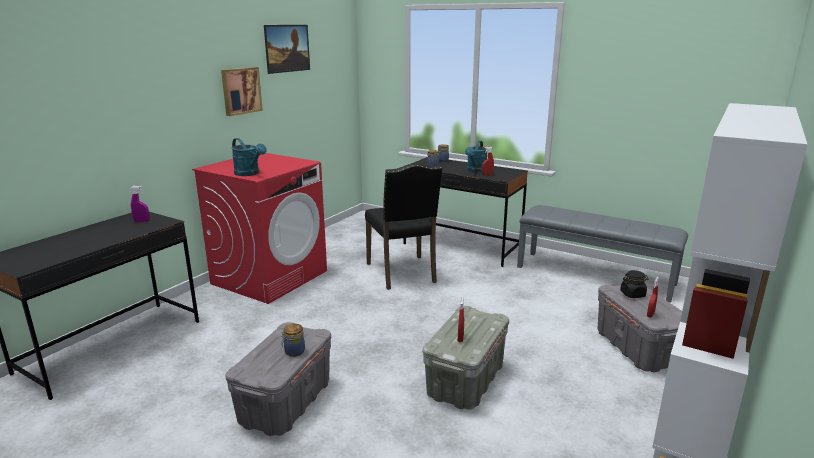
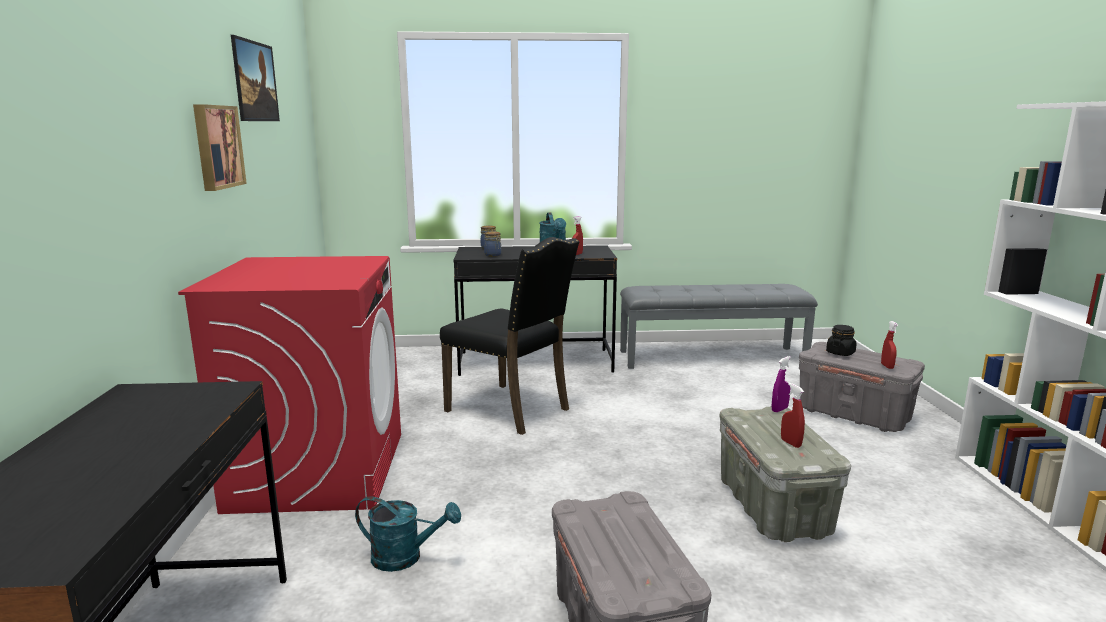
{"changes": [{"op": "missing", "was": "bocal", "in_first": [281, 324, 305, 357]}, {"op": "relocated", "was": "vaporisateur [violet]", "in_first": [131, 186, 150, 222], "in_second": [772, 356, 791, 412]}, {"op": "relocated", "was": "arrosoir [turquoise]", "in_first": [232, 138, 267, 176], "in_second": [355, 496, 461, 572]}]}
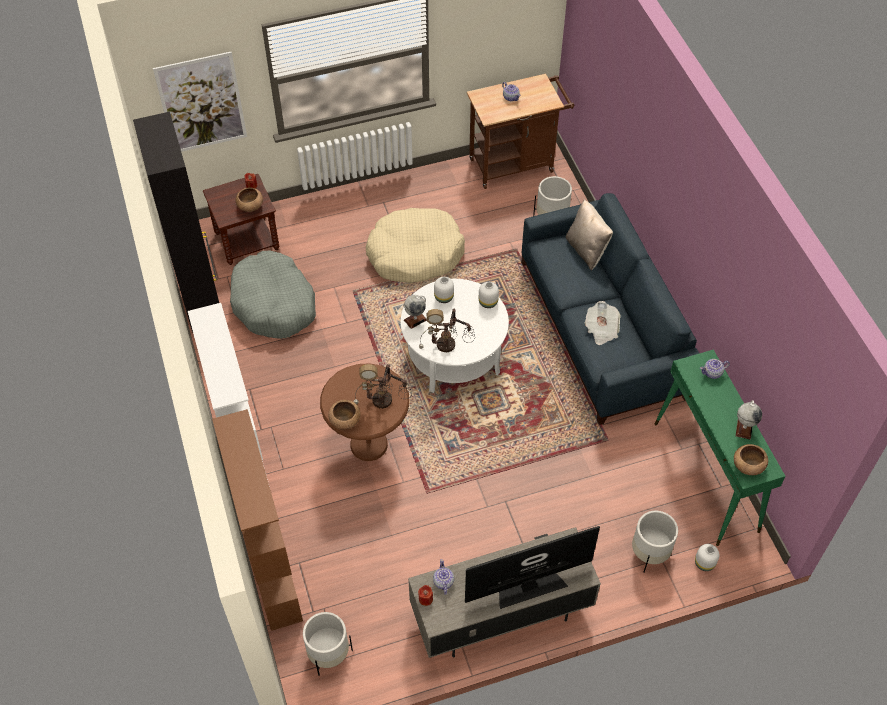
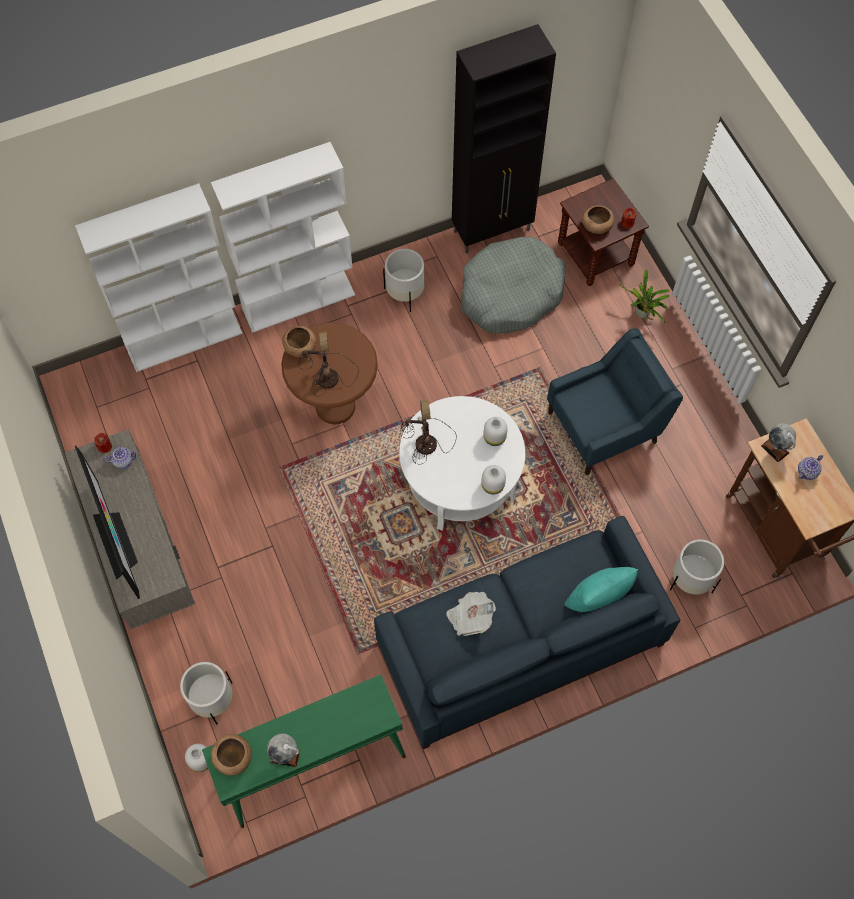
{"changes": [{"op": "missing", "was": "tableau", "in_first": [153, 52, 247, 152]}, {"op": "missing", "was": "théière", "in_first": [700, 359, 730, 379]}, {"op": "appeared", "now": "plante en pot", "in_second": [619, 269, 670, 323]}, {"op": "relocated", "was": "cache-pot [blanc]", "in_first": [303, 612, 353, 676], "in_second": [383, 249, 424, 312]}, {"op": "relocated", "was": "globe", "in_first": [404, 295, 427, 329], "in_second": [761, 423, 796, 462]}, {"op": "exchanged", "was": "panier pour chien [beige]", "now": "fauteuil [bleu]", "in_first": [366, 208, 465, 283], "in_second": [547, 328, 683, 475]}, {"op": "colour", "was": "bibliothèque [marron]", "now": "bibliothèque [blanc]", "in_first": [212, 409, 303, 631], "in_second": [75, 183, 242, 372]}, {"op": "colour", "was": "coussin [beige]", "now": "coussin [turquoise]", "in_first": [566, 199, 613, 271], "in_second": [564, 567, 638, 612]}]}
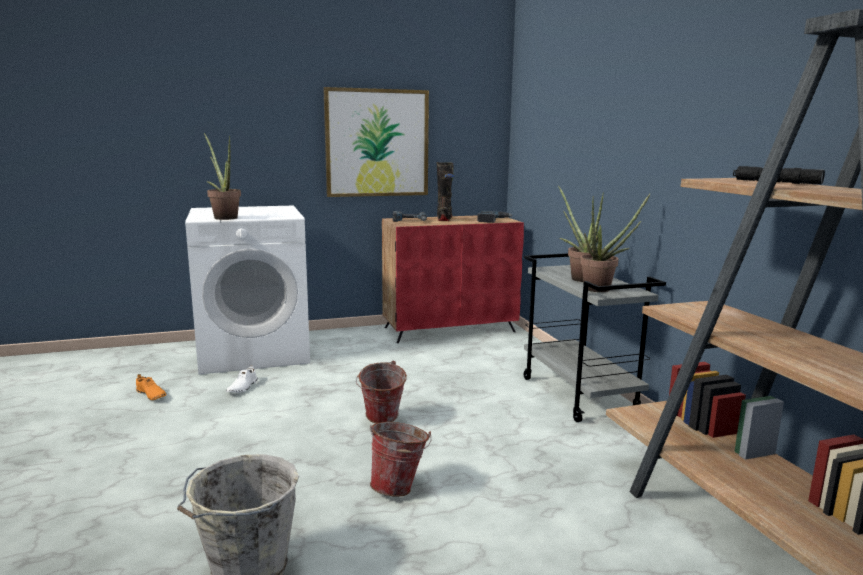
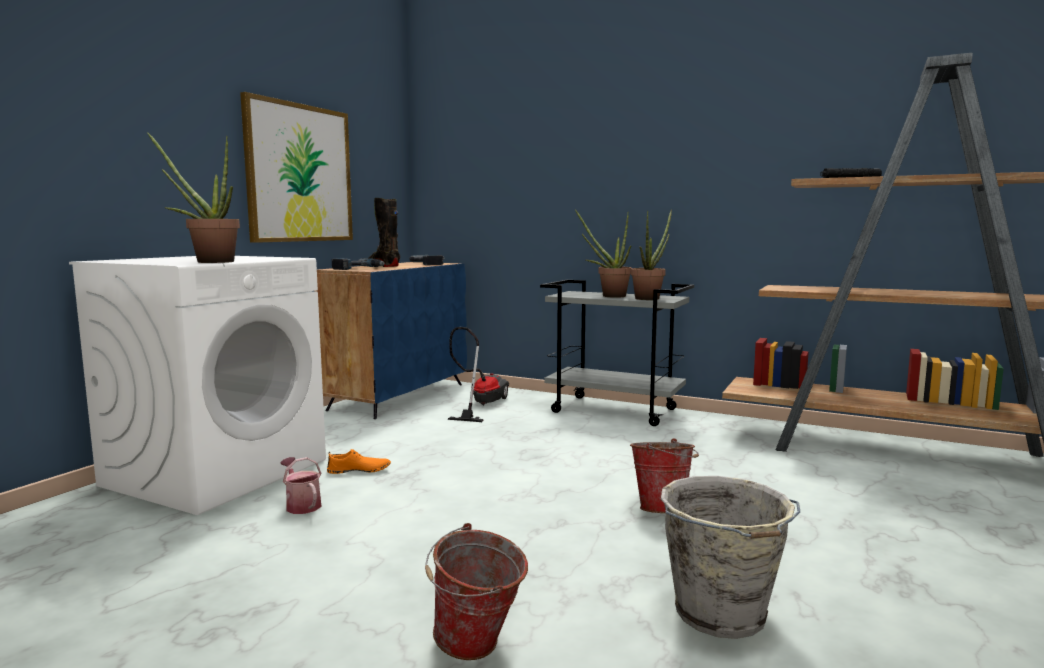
{"changes": [{"op": "appeared", "now": "aspirateur", "in_second": [448, 327, 509, 422]}, {"op": "relocated", "was": "chaussure [orange]", "in_first": [136, 374, 167, 400], "in_second": [327, 449, 391, 474]}, {"op": "relocated", "was": "seau", "in_first": [356, 361, 407, 423], "in_second": [425, 523, 528, 660]}, {"op": "exchanged", "was": "chaussure [blanc]", "now": "arrosoir", "in_first": [226, 365, 258, 393], "in_second": [280, 457, 322, 514]}, {"op": "colour", "was": "meuble de rangement [rouge]", "now": "meuble de rangement [bleu]", "in_first": [382, 216, 524, 343], "in_second": [315, 262, 467, 419]}]}
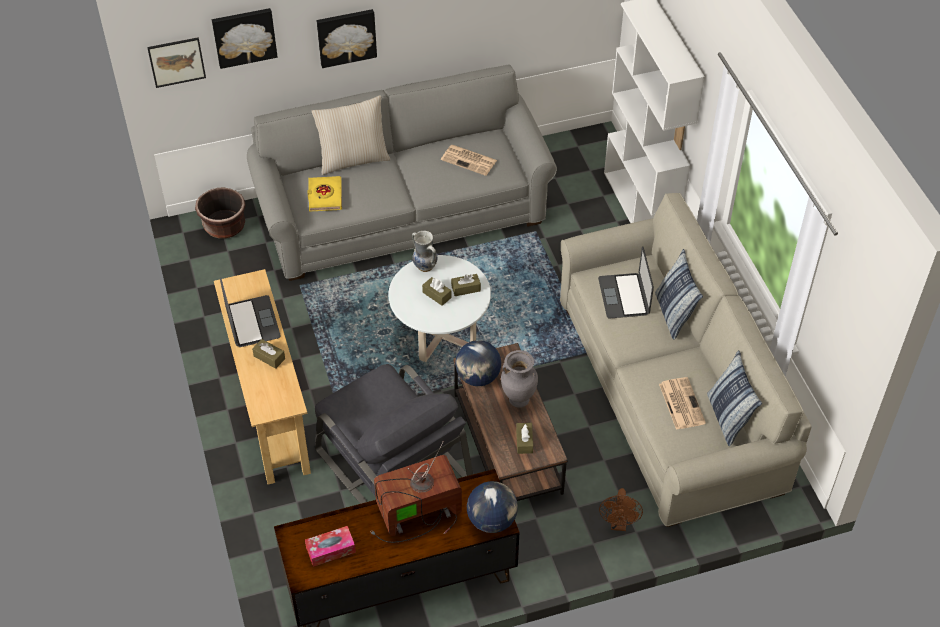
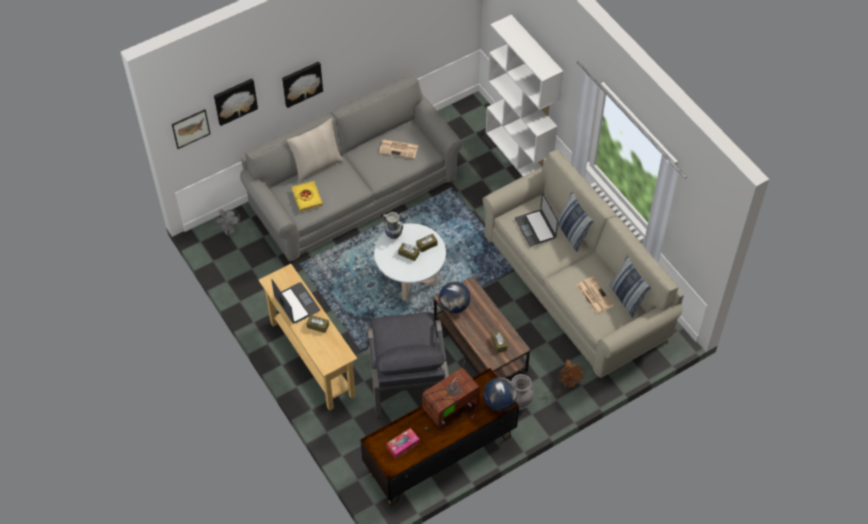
{"changes": [{"op": "relocated", "was": "vase [gris]", "in_first": [501, 350, 538, 408], "in_second": [511, 374, 534, 410]}, {"op": "exchanged", "was": "cache-pot [marron]", "now": "ventilateur [gris]", "in_first": [195, 187, 246, 239], "in_second": [216, 209, 240, 236]}, {"op": "spun", "was": "fauteuil [gris]", "in_first": [315, 364, 473, 504], "in_second": [367, 312, 449, 419], "clockwise": 45}]}
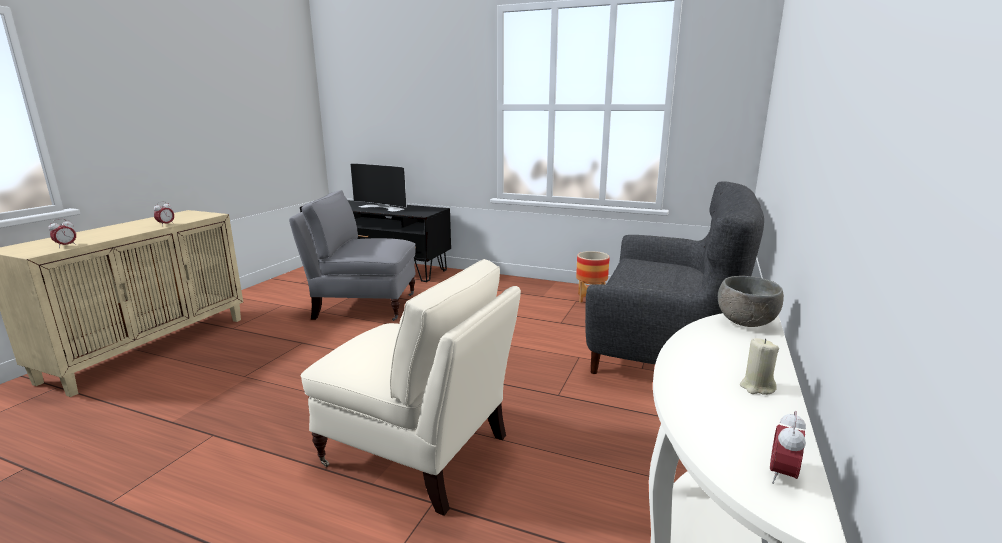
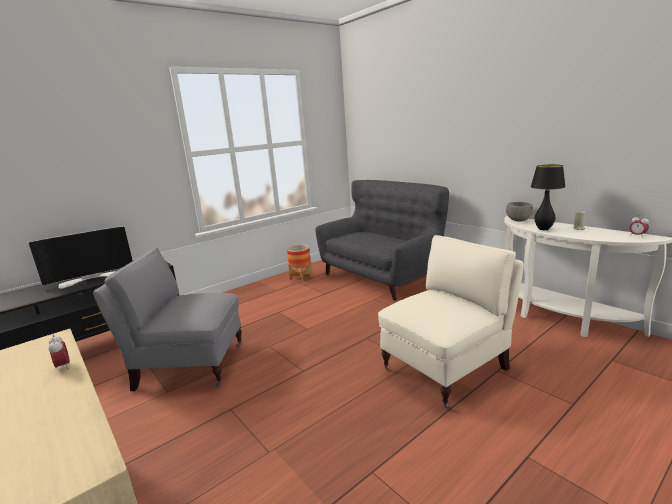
{"changes": [{"op": "missing", "was": "réveil", "in_first": [49, 219, 76, 248]}, {"op": "appeared", "now": "lampe de table [noir]", "in_second": [531, 165, 565, 230]}, {"op": "spun", "was": "fauteuil [gris]", "in_first": [289, 190, 416, 321], "in_second": [93, 248, 242, 391], "clockwise": 60}]}
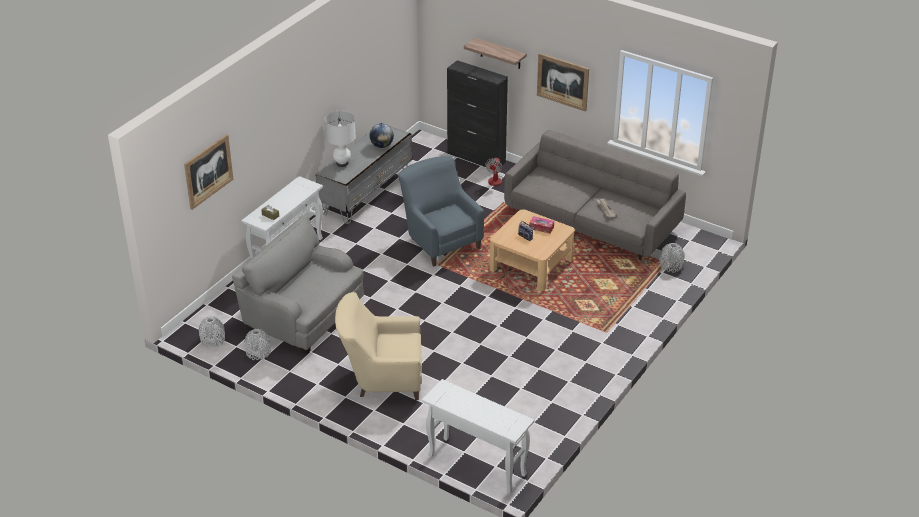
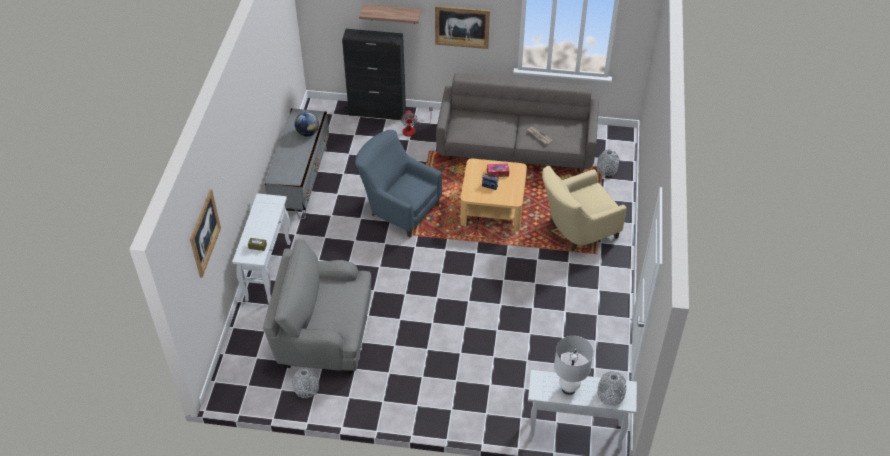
{"changes": [{"op": "relocated", "was": "vase [gris]", "in_first": [198, 317, 225, 348], "in_second": [597, 371, 626, 406]}, {"op": "relocated", "was": "lampe de table [blanc]", "in_first": [325, 111, 356, 167], "in_second": [554, 336, 594, 395]}, {"op": "relocated", "was": "fauteuil [beige]", "in_first": [335, 292, 422, 400], "in_second": [542, 166, 627, 251]}]}
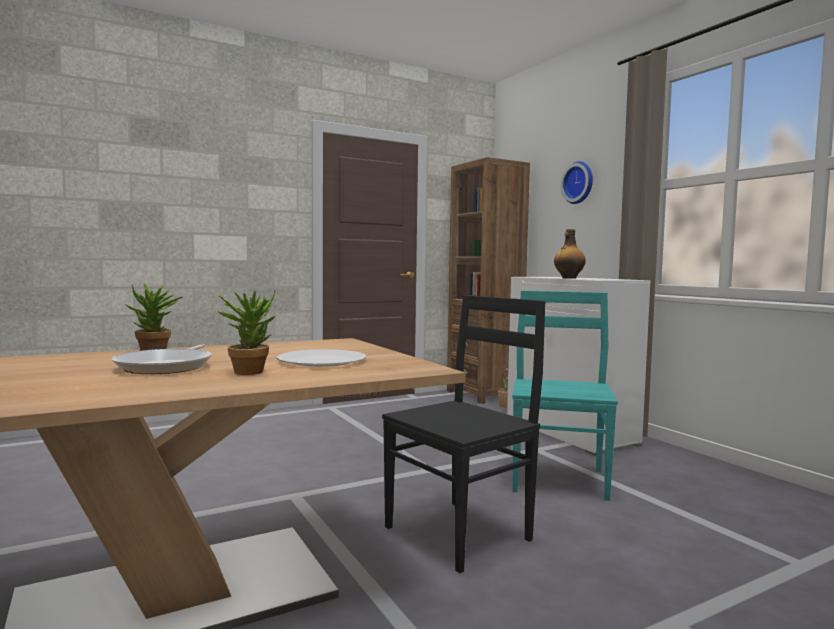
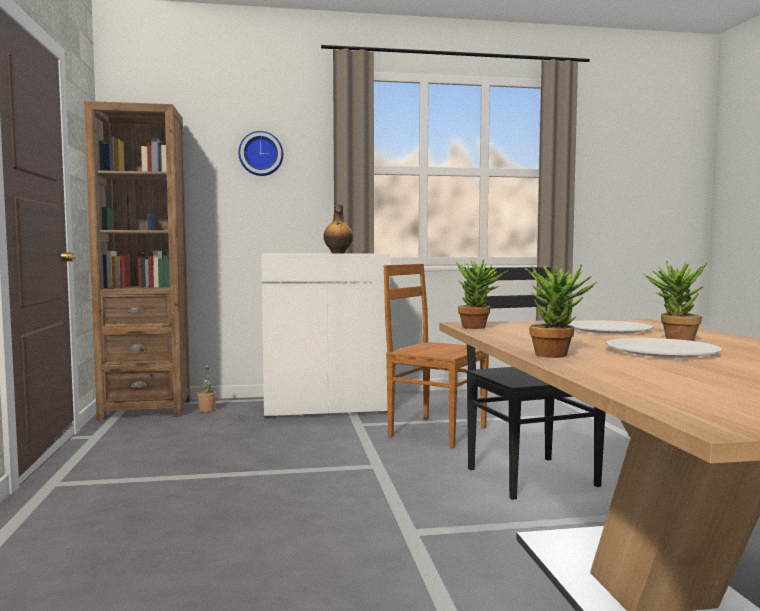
{"changes": [{"op": "appeared", "now": "plante en pot", "in_second": [456, 260, 508, 329]}, {"op": "exchanged", "was": "poêle", "now": "assiette [blanc]", "in_first": [112, 344, 212, 374], "in_second": [606, 338, 722, 358]}, {"op": "colour", "was": "chaise [turquoise]", "now": "chaise [marron]", "in_first": [512, 291, 618, 501], "in_second": [384, 264, 489, 448]}]}
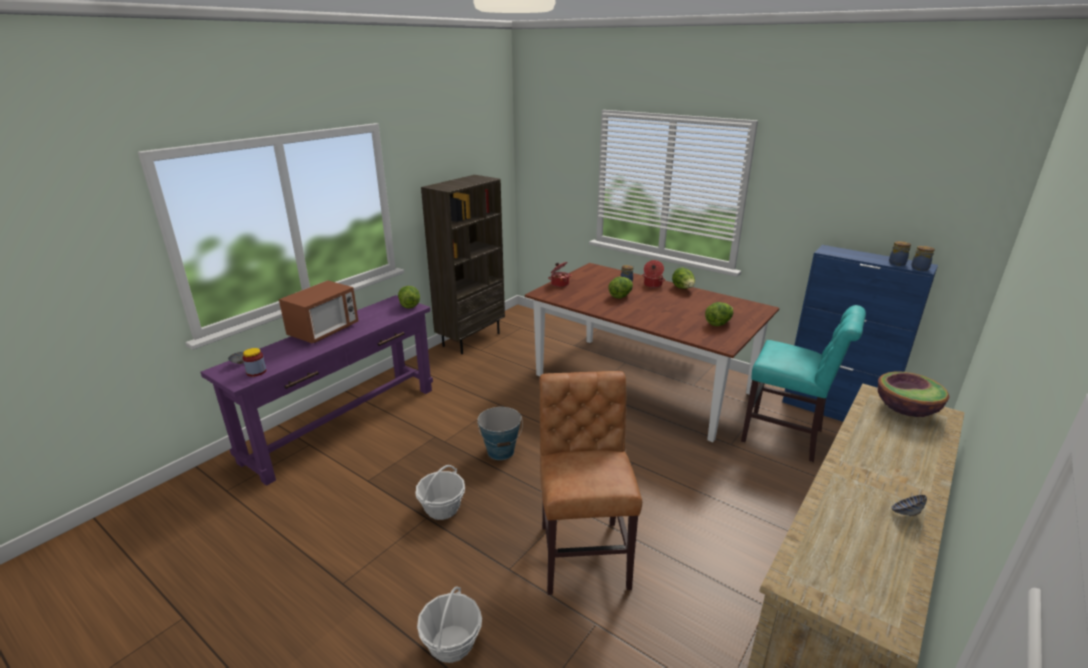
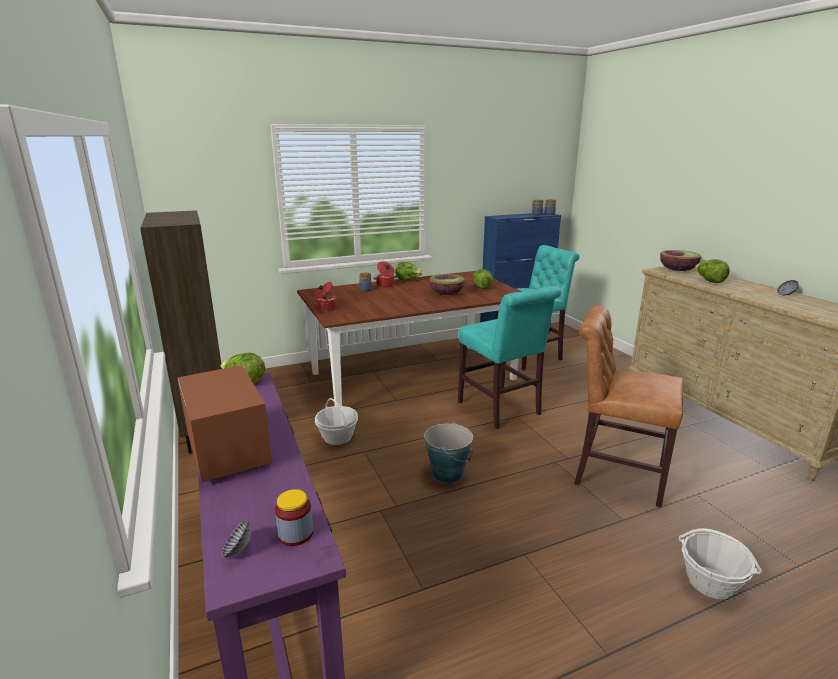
{"changes": [{"op": "appeared", "now": "bol", "in_second": [429, 274, 465, 295]}, {"op": "appeared", "now": "chaise [turquoise]", "in_second": [458, 286, 561, 429]}, {"op": "relocated", "was": "panier", "in_first": [415, 465, 465, 520], "in_second": [315, 398, 358, 445]}, {"op": "relocated", "was": "laitue", "in_first": [608, 277, 633, 298], "in_second": [695, 259, 730, 283]}]}
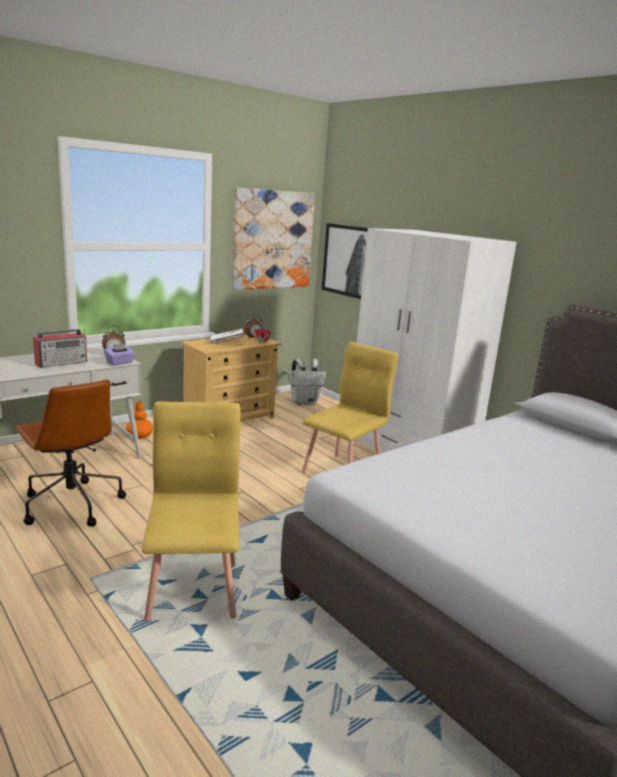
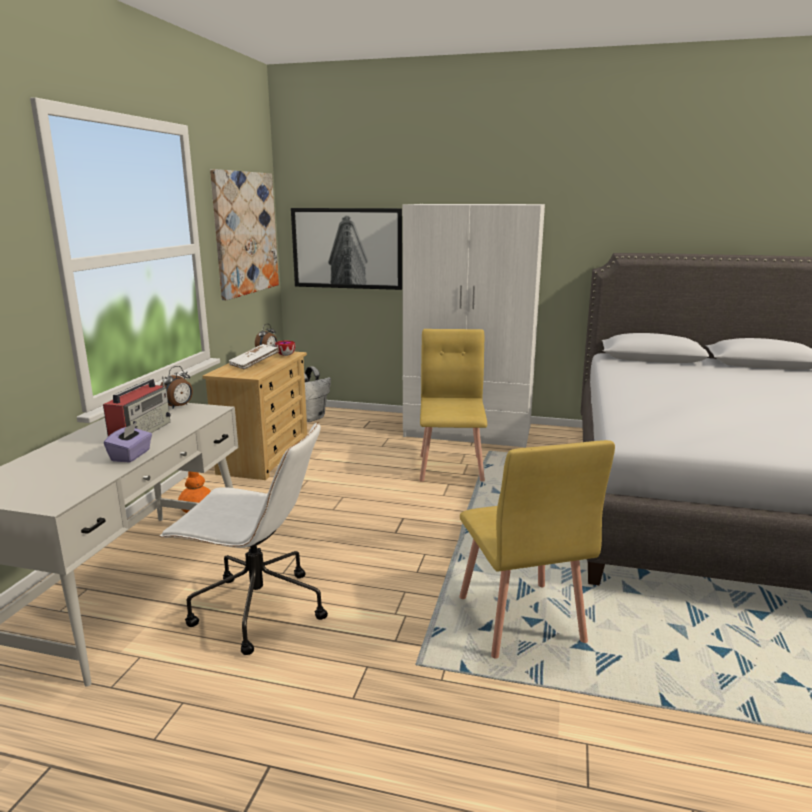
{"changes": [{"op": "relocated", "was": "boîte à mouchoirs [violet]", "in_first": [104, 343, 135, 365], "in_second": [104, 422, 152, 463]}, {"op": "colour", "was": "chaise de bureau [marron]", "now": "chaise de bureau [blanc]", "in_first": [13, 380, 126, 527], "in_second": [160, 422, 328, 655]}, {"op": "spun", "was": "chaise [jaune]", "in_first": [142, 401, 241, 621], "in_second": [459, 440, 615, 659], "clockwise": -150}]}
